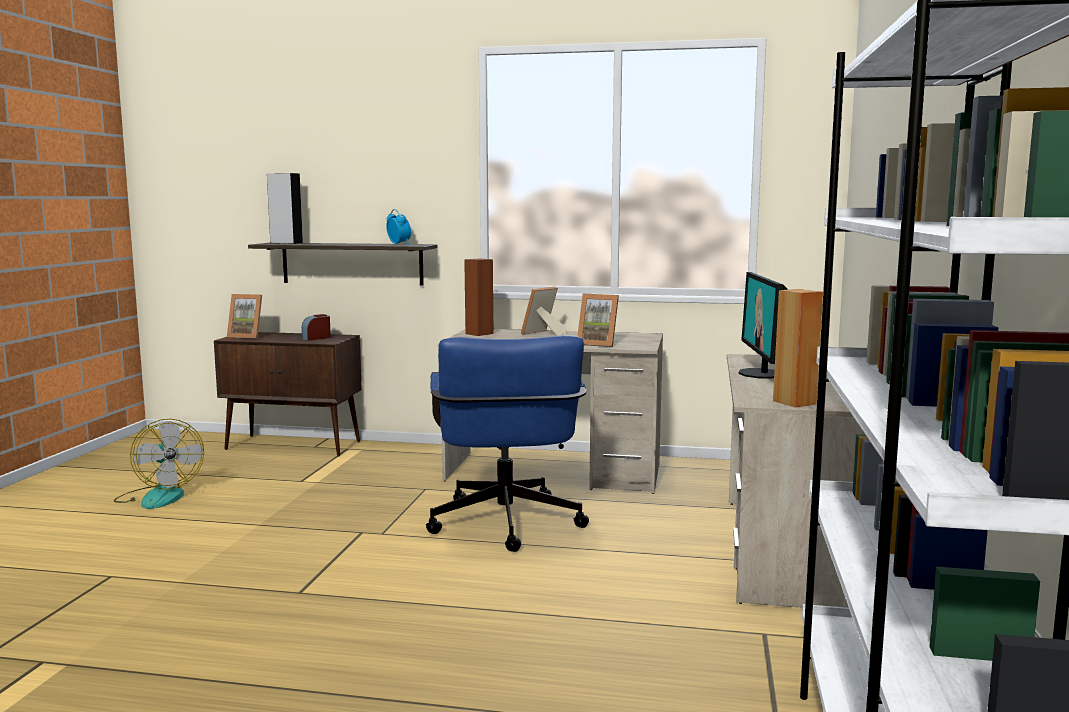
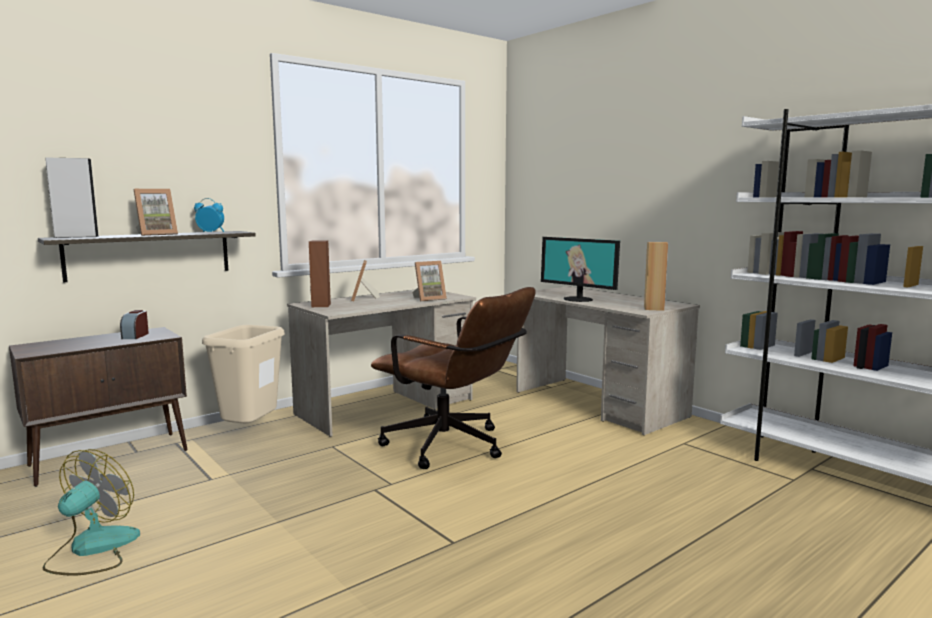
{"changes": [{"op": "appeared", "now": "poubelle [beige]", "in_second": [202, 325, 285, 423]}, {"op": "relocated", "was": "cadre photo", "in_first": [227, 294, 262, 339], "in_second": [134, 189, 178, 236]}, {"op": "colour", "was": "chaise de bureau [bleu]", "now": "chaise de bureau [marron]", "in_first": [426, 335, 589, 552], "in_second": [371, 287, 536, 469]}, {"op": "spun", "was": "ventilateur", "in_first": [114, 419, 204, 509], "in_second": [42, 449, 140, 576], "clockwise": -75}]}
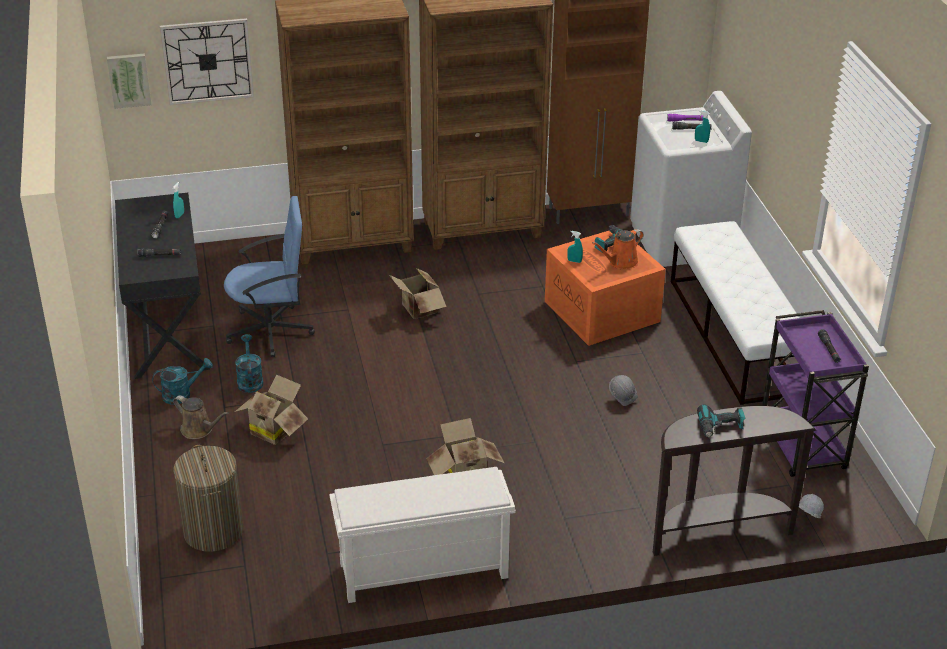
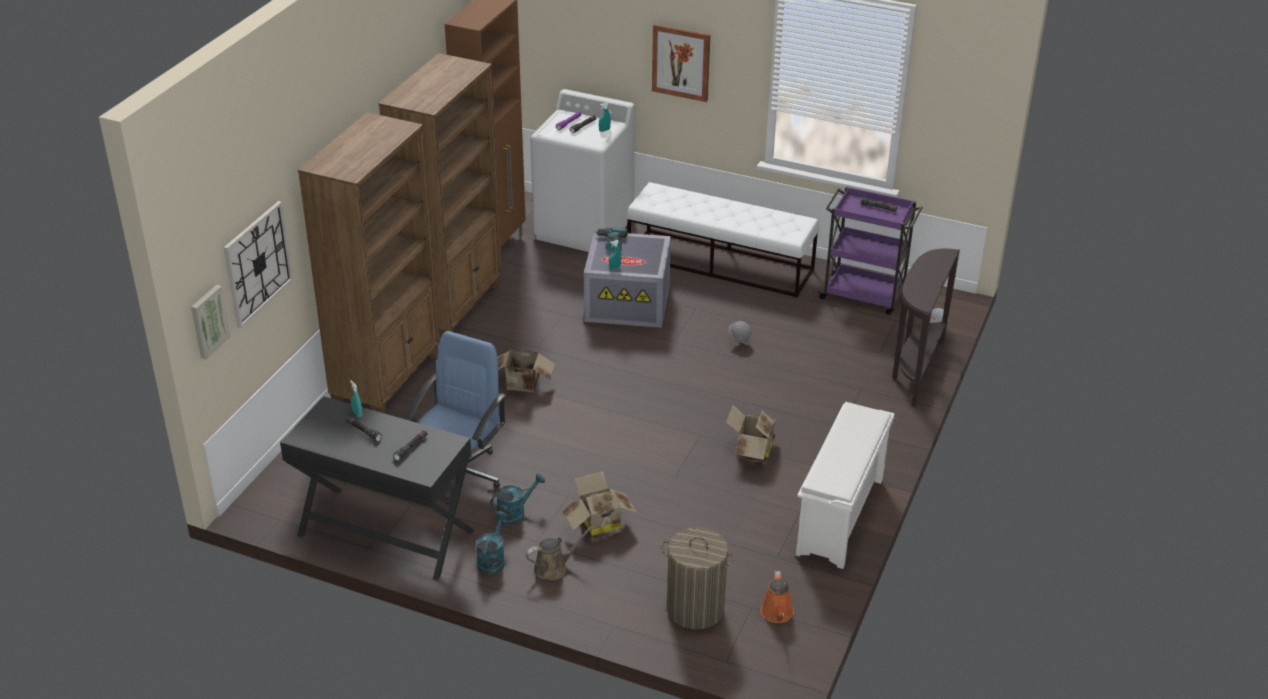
{"changes": [{"op": "missing", "was": "perceuse", "in_first": [697, 404, 746, 438]}, {"op": "appeared", "now": "tableau", "in_second": [652, 24, 711, 102]}, {"op": "relocated", "was": "arrosoir [orange]", "in_first": [592, 229, 644, 269], "in_second": [761, 571, 794, 623]}, {"op": "colour", "was": "boîte de rangement [orange]", "now": "boîte de rangement [gris]", "in_first": [545, 231, 666, 346], "in_second": [584, 232, 671, 328]}, {"op": "spun", "was": "arrosoir [turquoise]", "in_first": [235, 334, 263, 393], "in_second": [491, 473, 545, 525], "clockwise": 120}]}
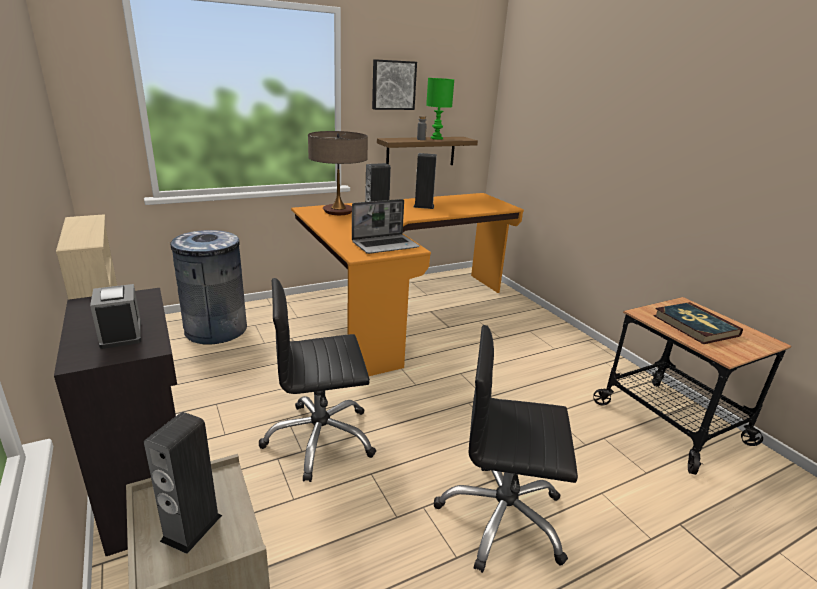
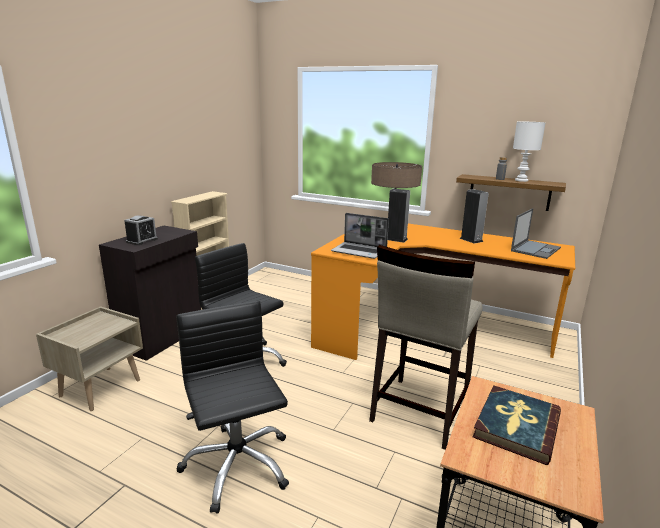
{"changes": [{"op": "missing", "was": "enceinte", "in_first": [144, 412, 222, 554]}, {"op": "missing", "was": "poubelle [gris]", "in_first": [168, 230, 247, 344]}, {"op": "missing", "was": "tableau", "in_first": [372, 59, 417, 110]}, {"op": "appeared", "now": "tabouret [beige]", "in_second": [369, 245, 483, 450]}, {"op": "appeared", "now": "ordinateur portable", "in_second": [511, 208, 561, 259]}, {"op": "colour", "was": "lampe de table [vert]", "now": "lampe de table [blanc]", "in_first": [426, 78, 454, 140], "in_second": [513, 122, 545, 182]}]}
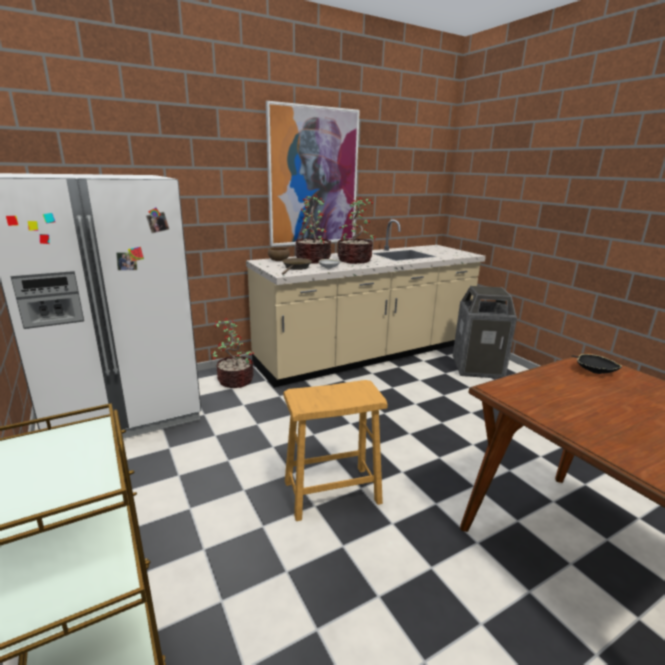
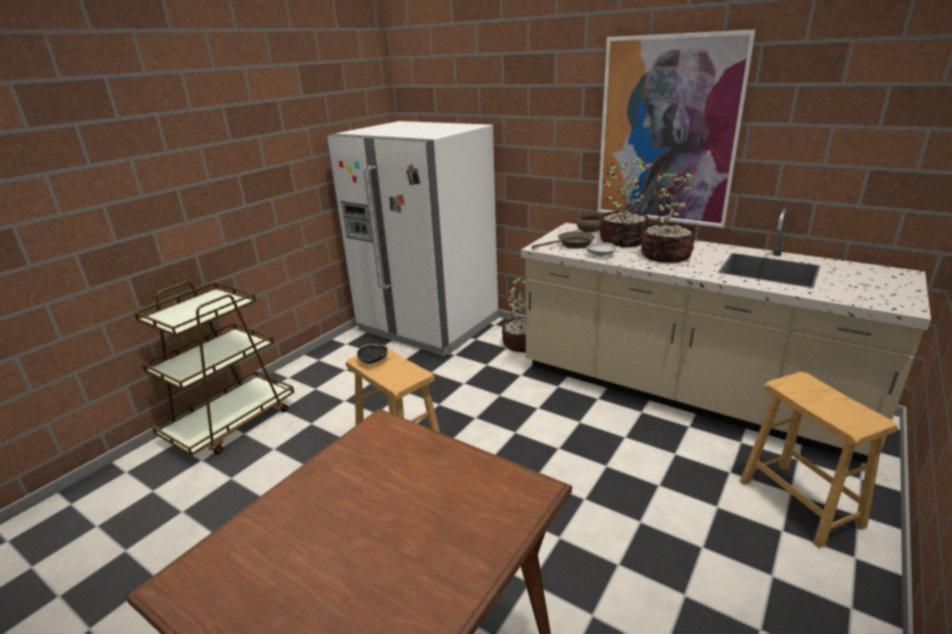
{"changes": [{"op": "relocated", "was": "bol [noir]", "in_first": [572, 354, 622, 374], "in_second": [357, 342, 388, 364]}, {"op": "exchanged", "was": "poubelle", "now": "tabouret [marron]", "in_first": [453, 286, 517, 379], "in_second": [740, 372, 898, 548]}]}
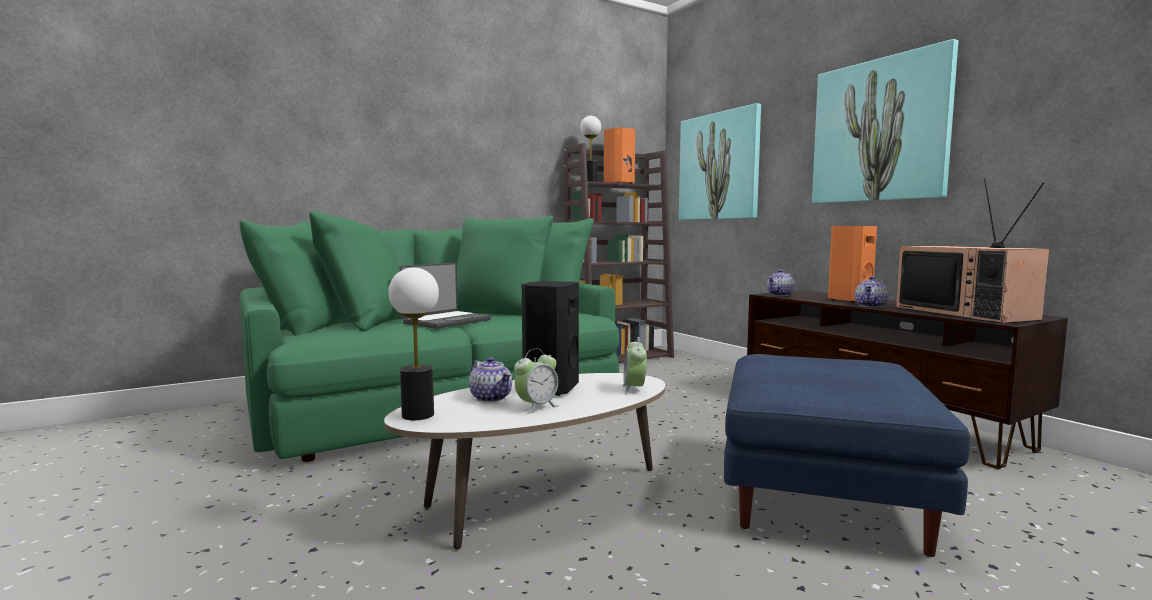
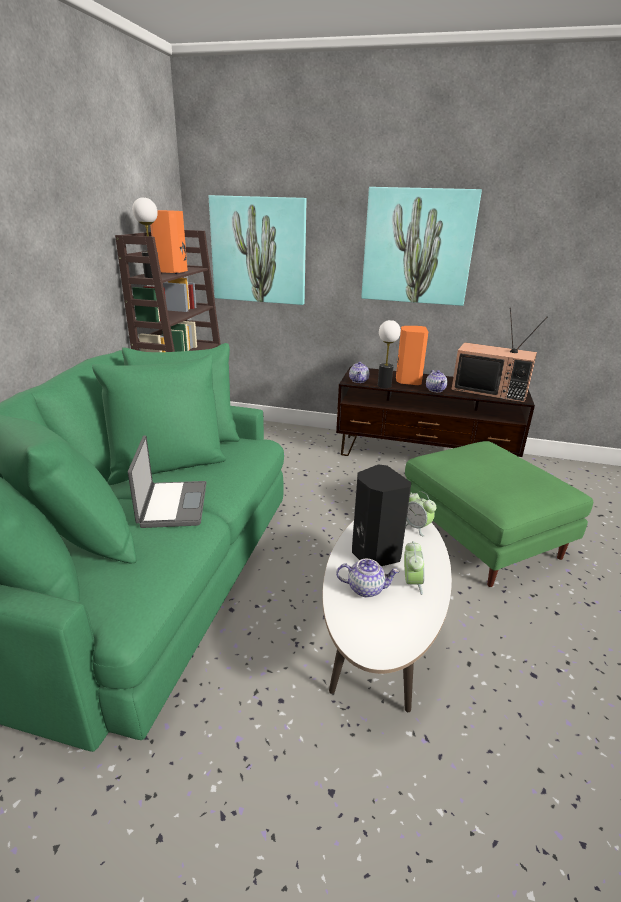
{"changes": [{"op": "relocated", "was": "lampe de table", "in_first": [389, 268, 439, 420], "in_second": [378, 320, 401, 388]}, {"op": "colour", "was": "pouf [bleu]", "now": "pouf [vert]", "in_first": [724, 354, 970, 557], "in_second": [405, 441, 593, 587]}]}
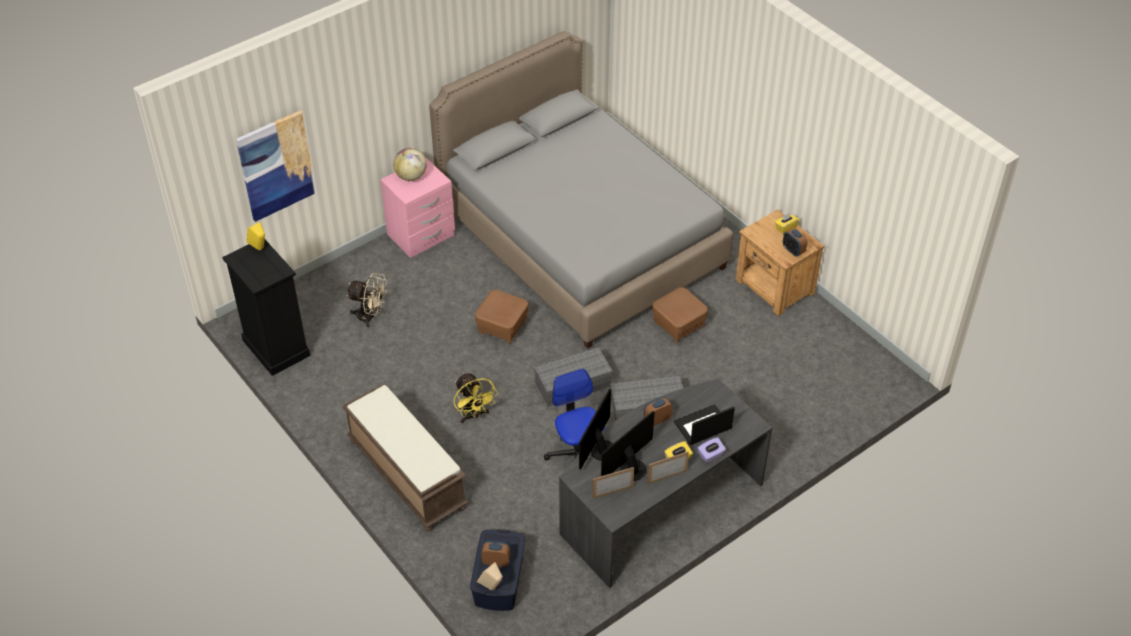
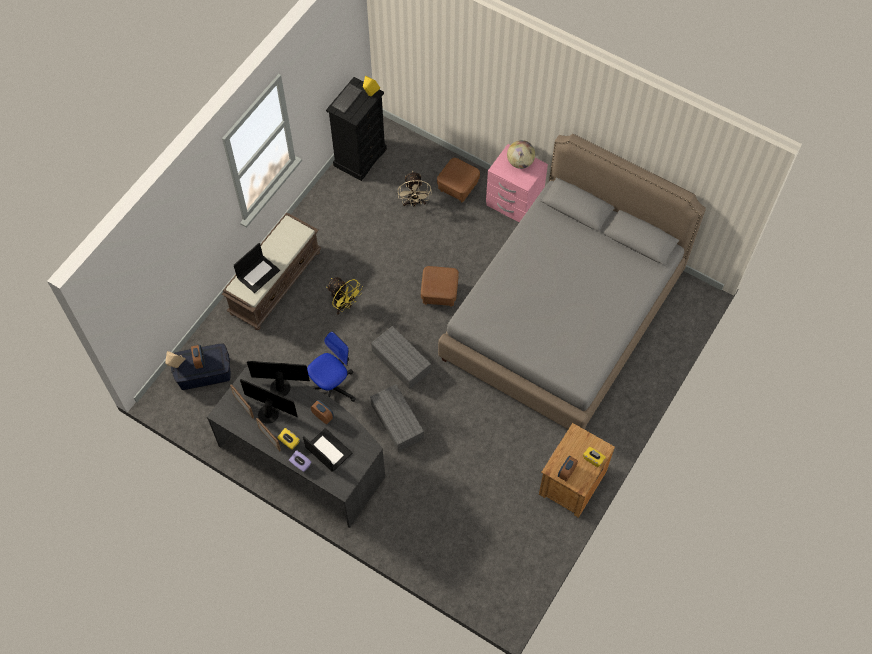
{"changes": [{"op": "missing", "was": "tableau", "in_first": [236, 111, 316, 222]}, {"op": "appeared", "now": "ordinateur portable", "in_second": [234, 243, 280, 293]}, {"op": "appeared", "now": "clavier", "in_second": [331, 83, 362, 113]}, {"op": "relocated", "was": "pouf [marron]", "in_first": [652, 287, 708, 343], "in_second": [437, 158, 480, 202]}, {"op": "spun", "was": "ventilateur [jaune]", "in_first": [453, 373, 498, 423], "in_second": [327, 277, 363, 315], "clockwise": -90}]}
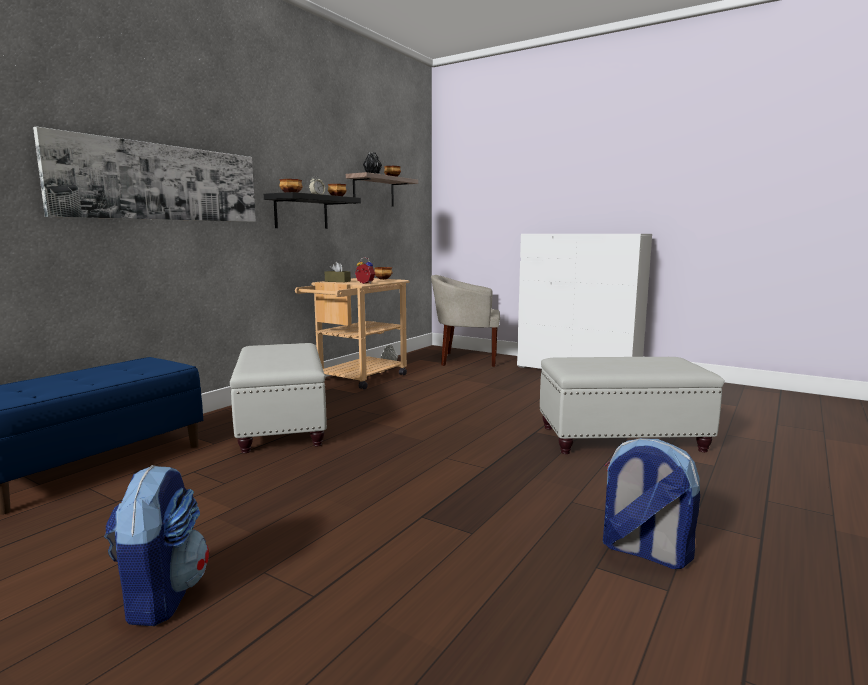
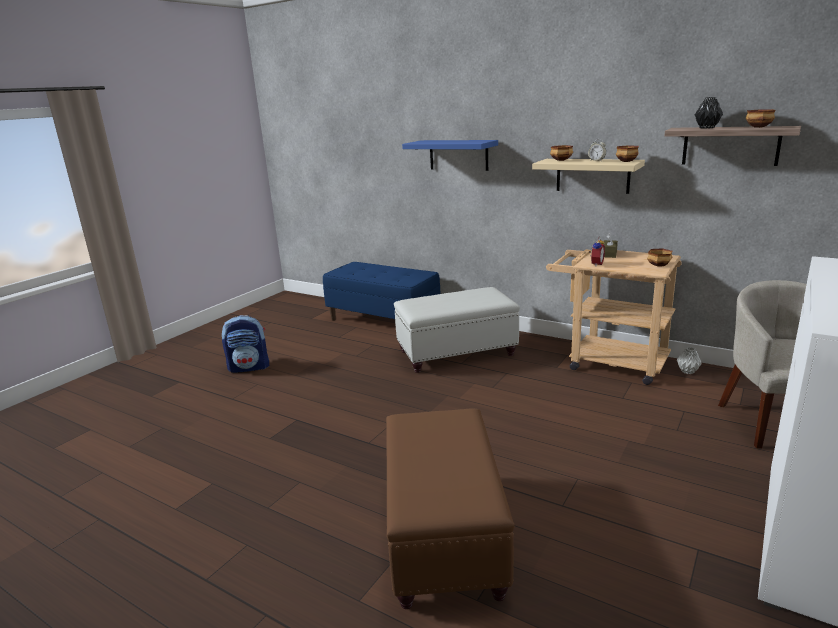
{"changes": [{"op": "missing", "was": "sac à dos", "in_first": [603, 438, 700, 569]}, {"op": "exchanged", "was": "tableau", "now": "étagère [bleu]", "in_first": [33, 127, 256, 222], "in_second": [402, 140, 498, 171]}, {"op": "colour", "was": "étagère [noir]", "now": "étagère [beige]", "in_first": [264, 192, 361, 229], "in_second": [532, 159, 645, 194]}, {"op": "colour", "was": "pouf [blanc]", "now": "pouf [marron]", "in_first": [540, 357, 724, 454], "in_second": [386, 409, 514, 609]}]}
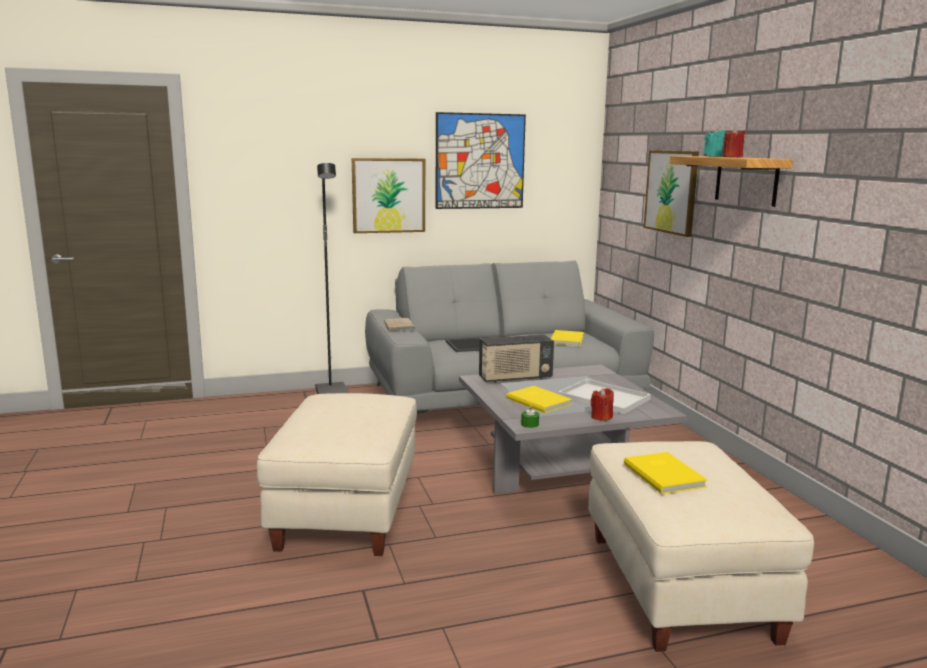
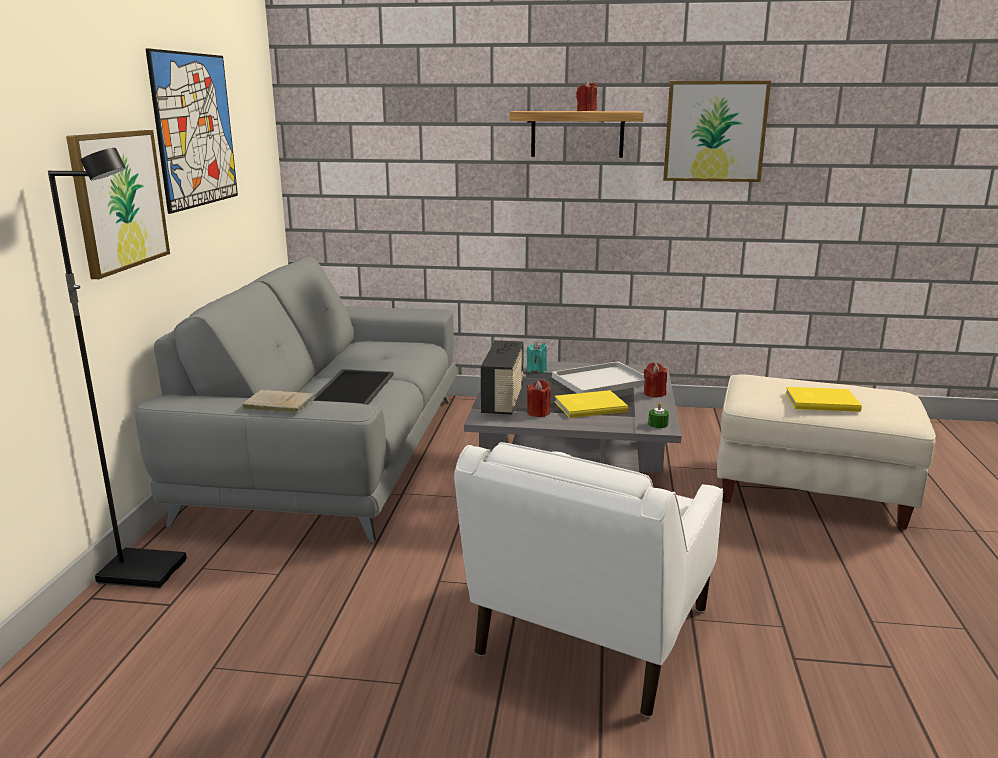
{"changes": [{"op": "missing", "was": "livre [jaune]", "in_first": [551, 330, 584, 346]}, {"op": "appeared", "now": "bougie [rouge]", "in_second": [527, 380, 551, 417]}, {"op": "relocated", "was": "tableau", "in_first": [643, 150, 699, 237], "in_second": [663, 81, 771, 182]}, {"op": "relocated", "was": "bougie [turquoise]", "in_first": [703, 129, 725, 157], "in_second": [526, 341, 547, 373]}, {"op": "exchanged", "was": "pouf [beige]", "now": "fauteuil [blanc]", "in_first": [257, 393, 417, 556], "in_second": [454, 442, 723, 717]}]}
